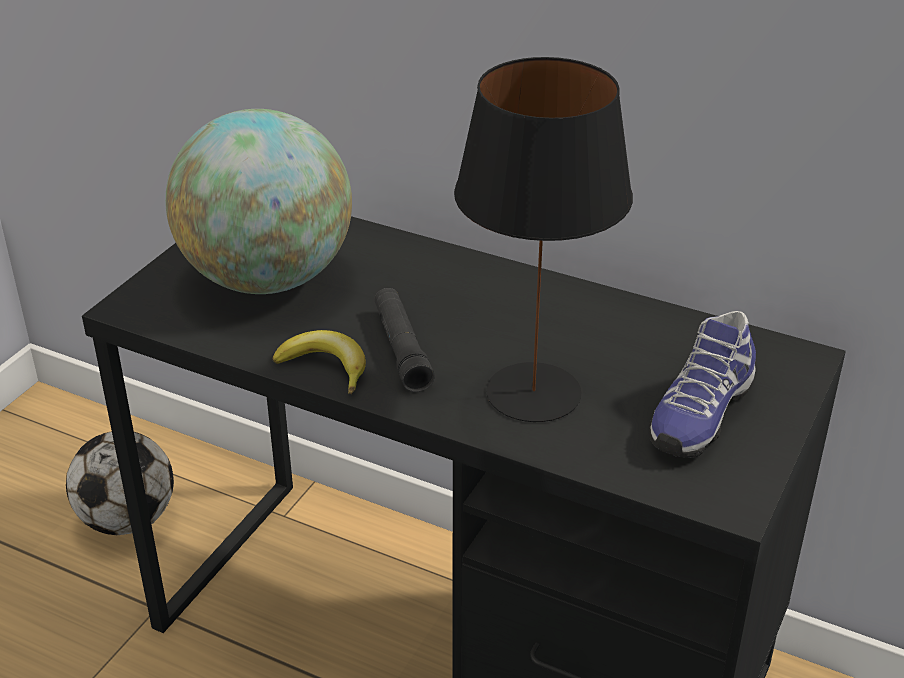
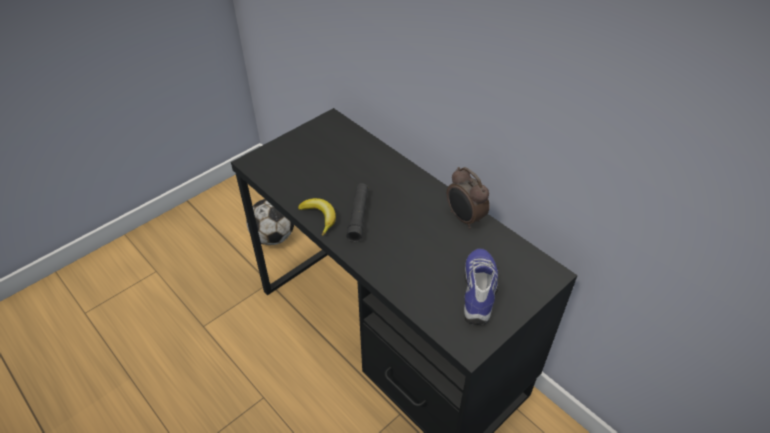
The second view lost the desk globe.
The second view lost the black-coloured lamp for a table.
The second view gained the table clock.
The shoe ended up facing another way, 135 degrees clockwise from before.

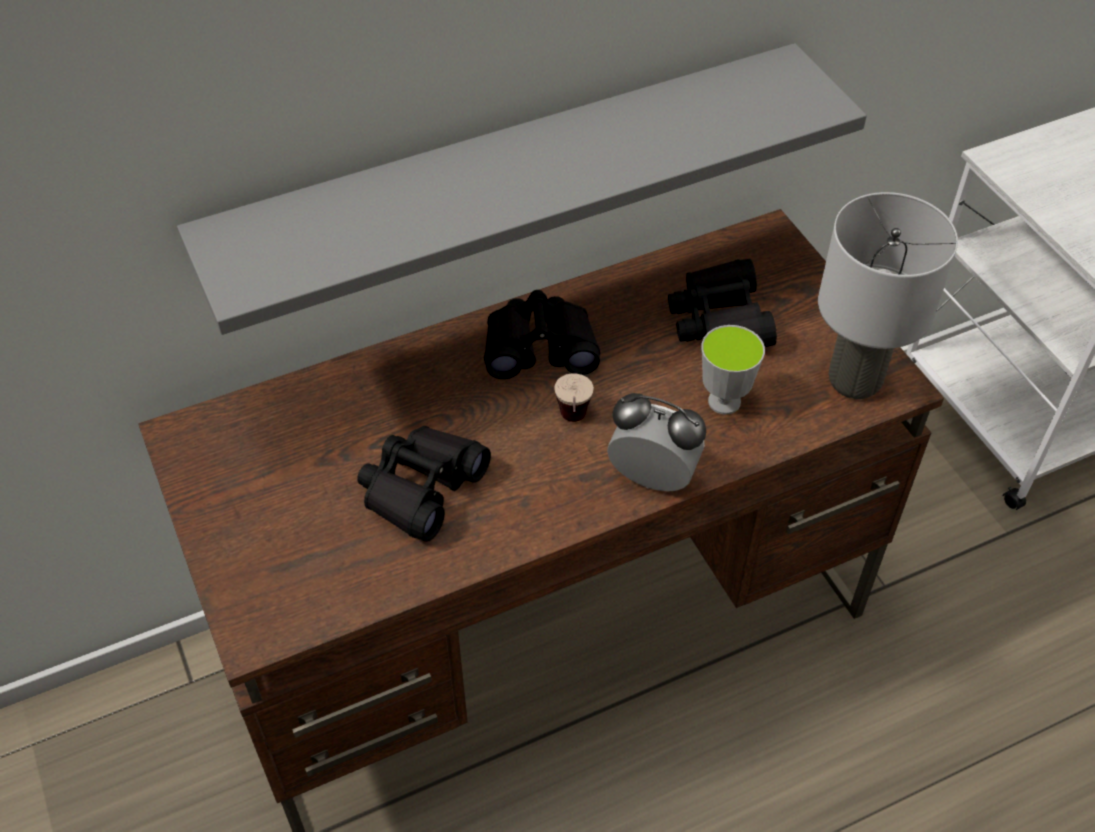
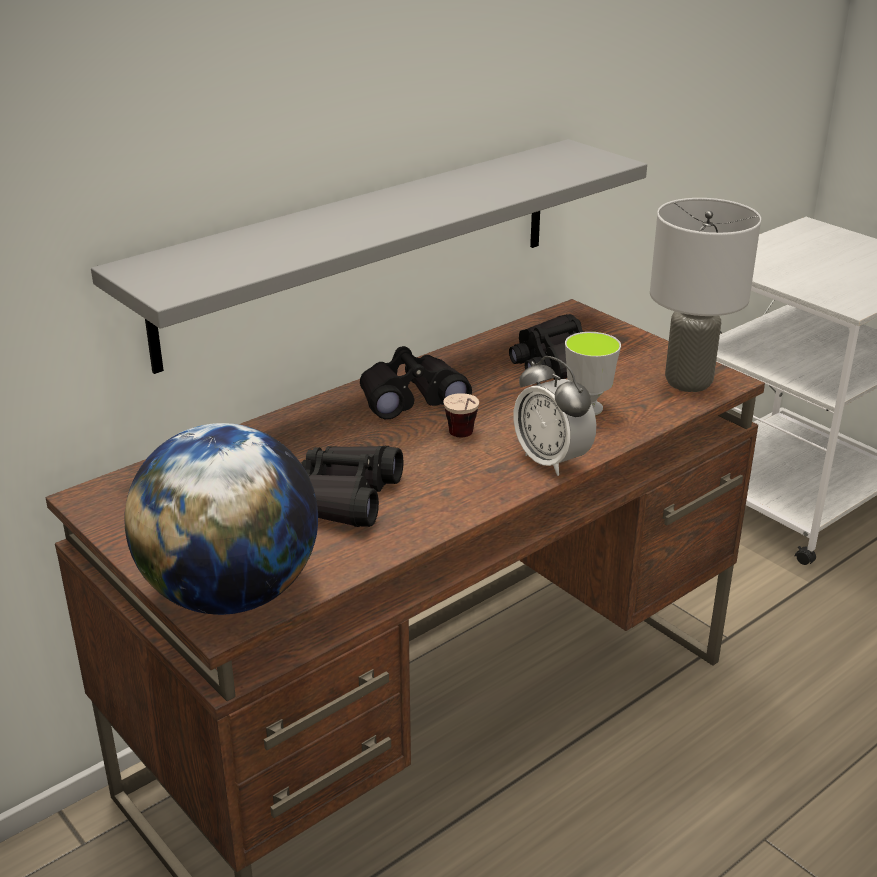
The second view gained the desk globe.
The table clock ended up facing another way, 135 degrees counterclockwise from before.

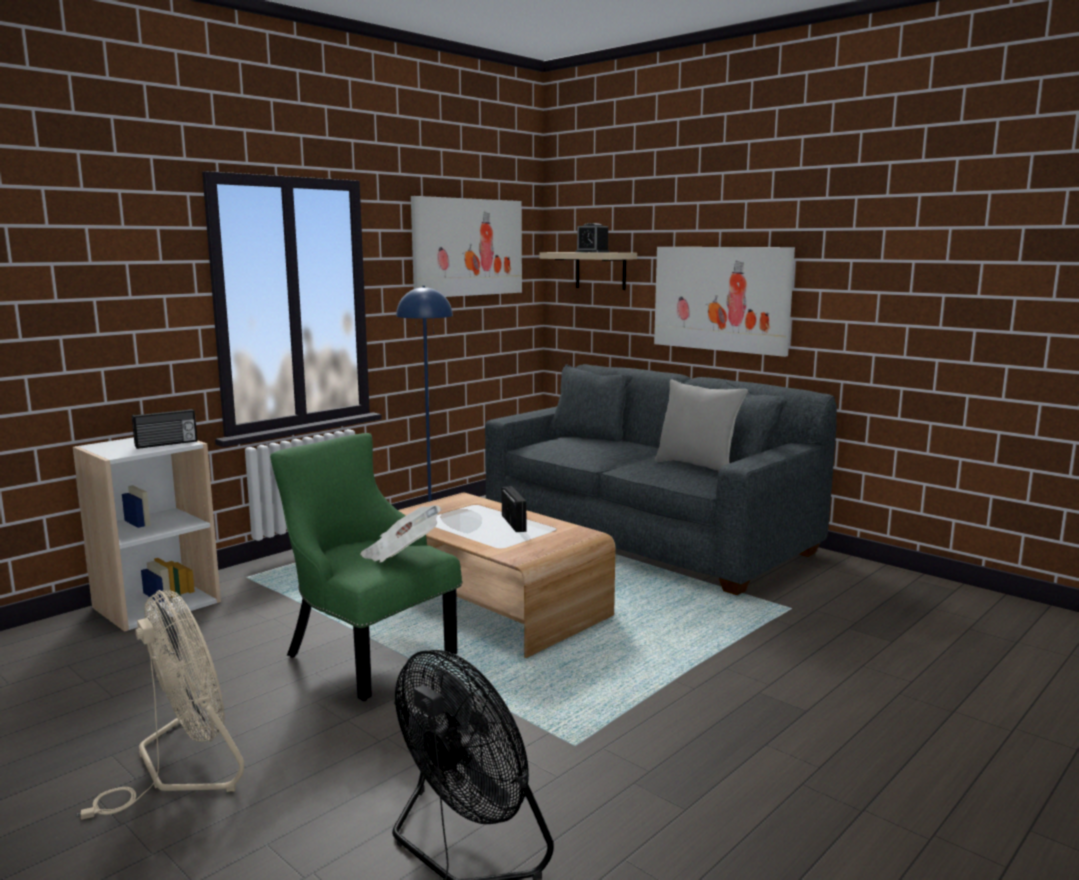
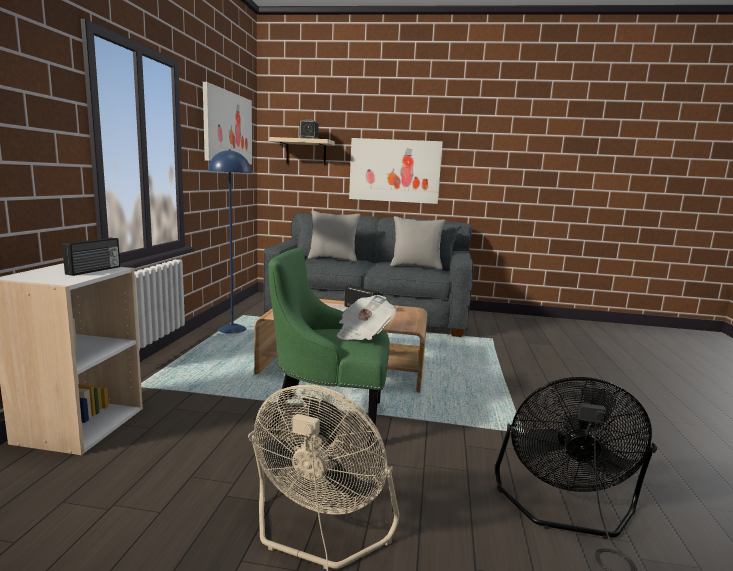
The second view gained the grey cushion (no. 1 from left).

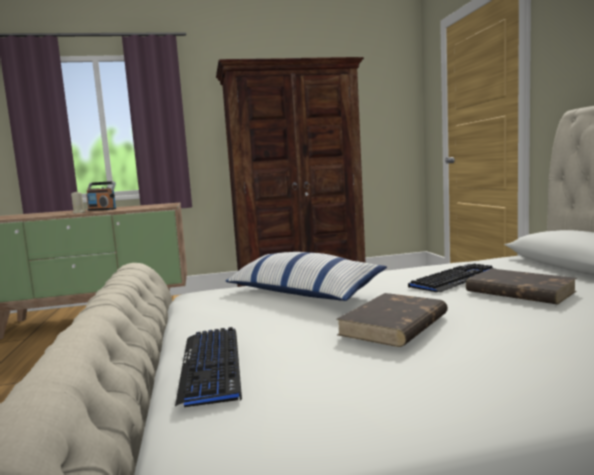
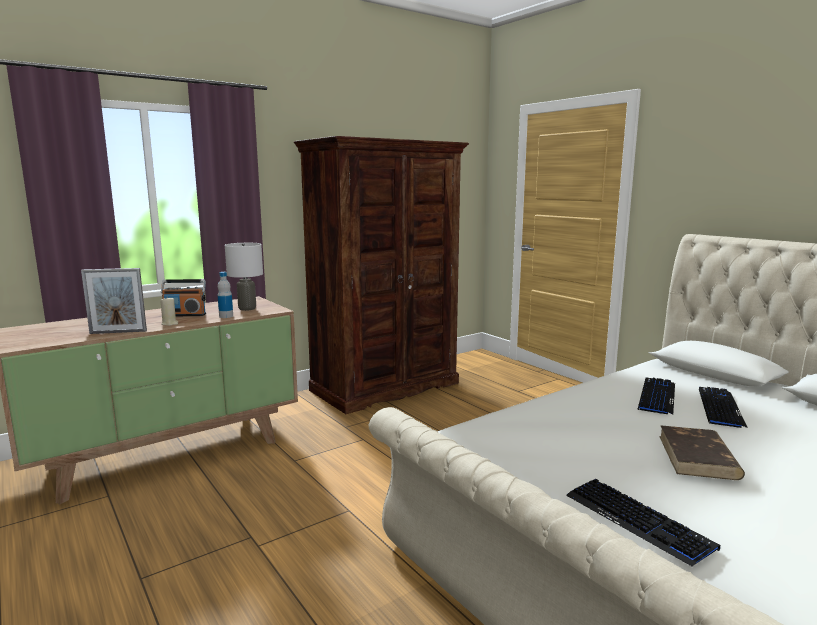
The second view lost the cushion.
The second view gained the picture frame.
The second view gained the bottle.
The second view gained the whitish lamp for a table.
Where the brownish book (no. 2 from left) stood, the PC keyboard (no. 3 from left) came to stand.

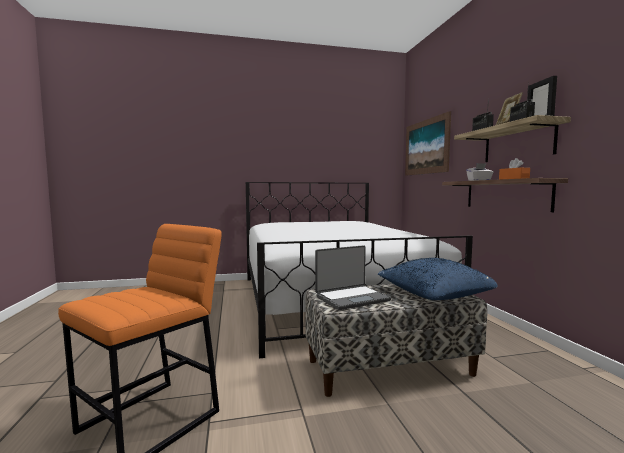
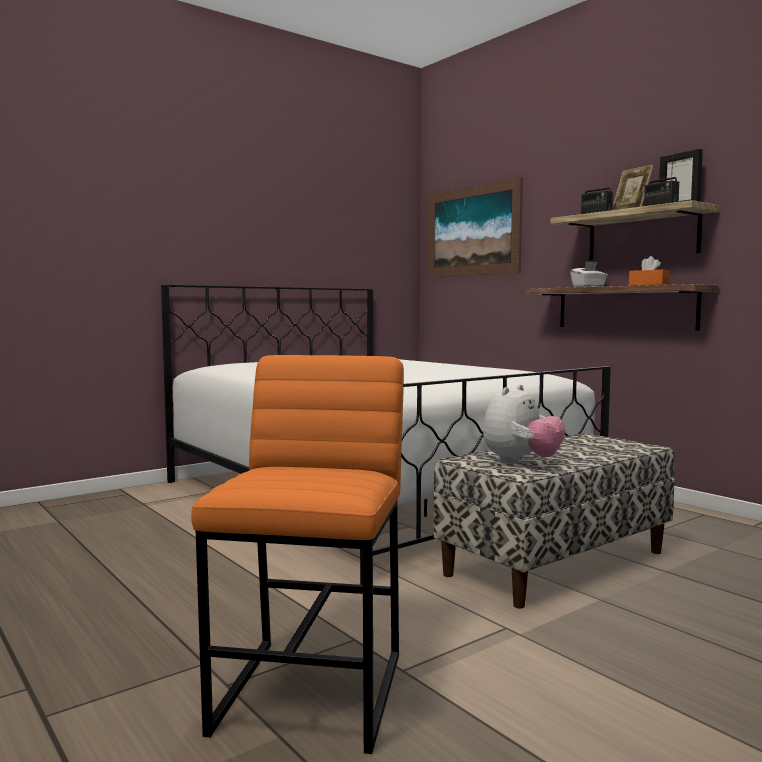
The second view lost the blue-coloured cushion.
Where the portable computer stood, the soft toy came to stand.

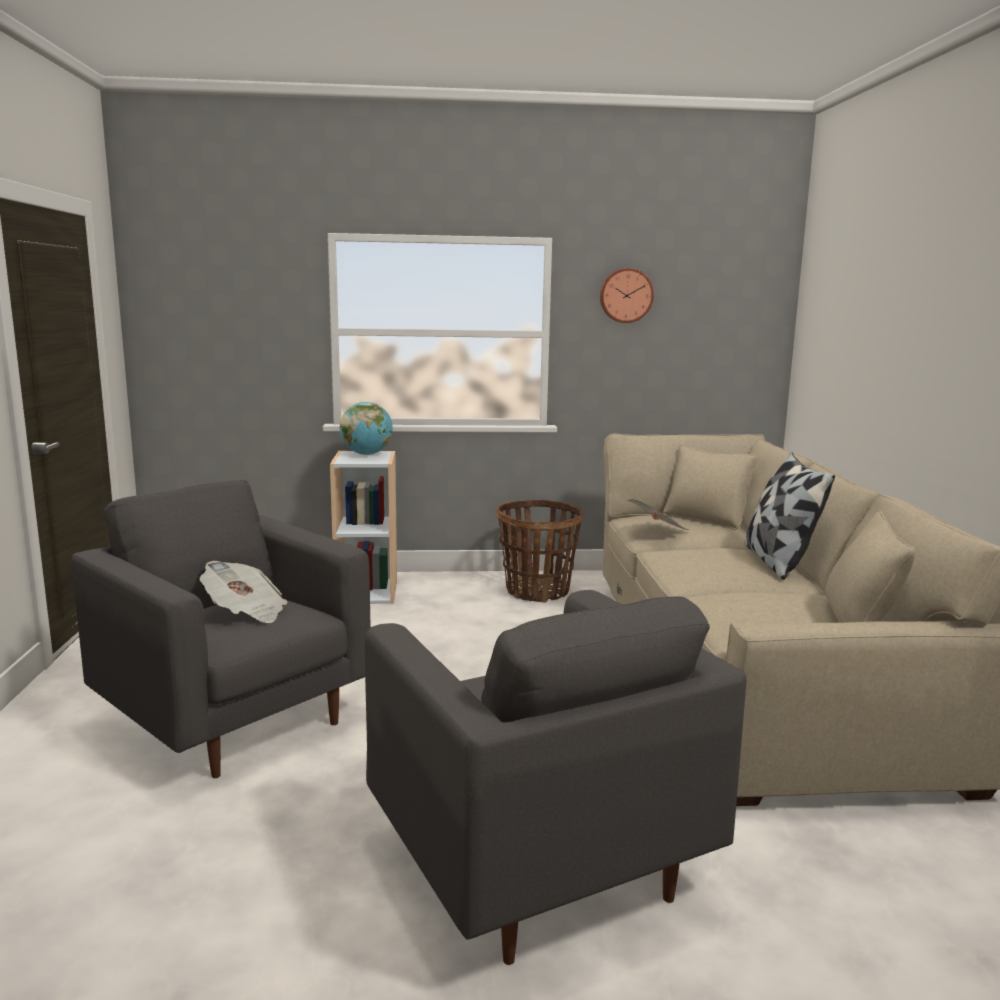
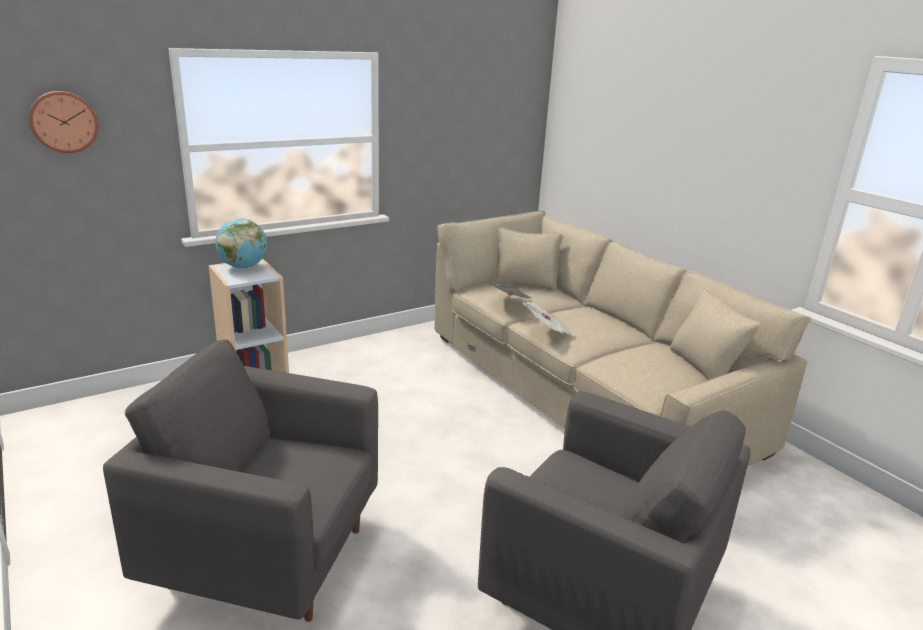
The second view lost the basket.
The second view lost the cushion.
The daily paper (no. 1 from left in the first image) ended up elsewhere.
The wall clock ended up elsewhere.

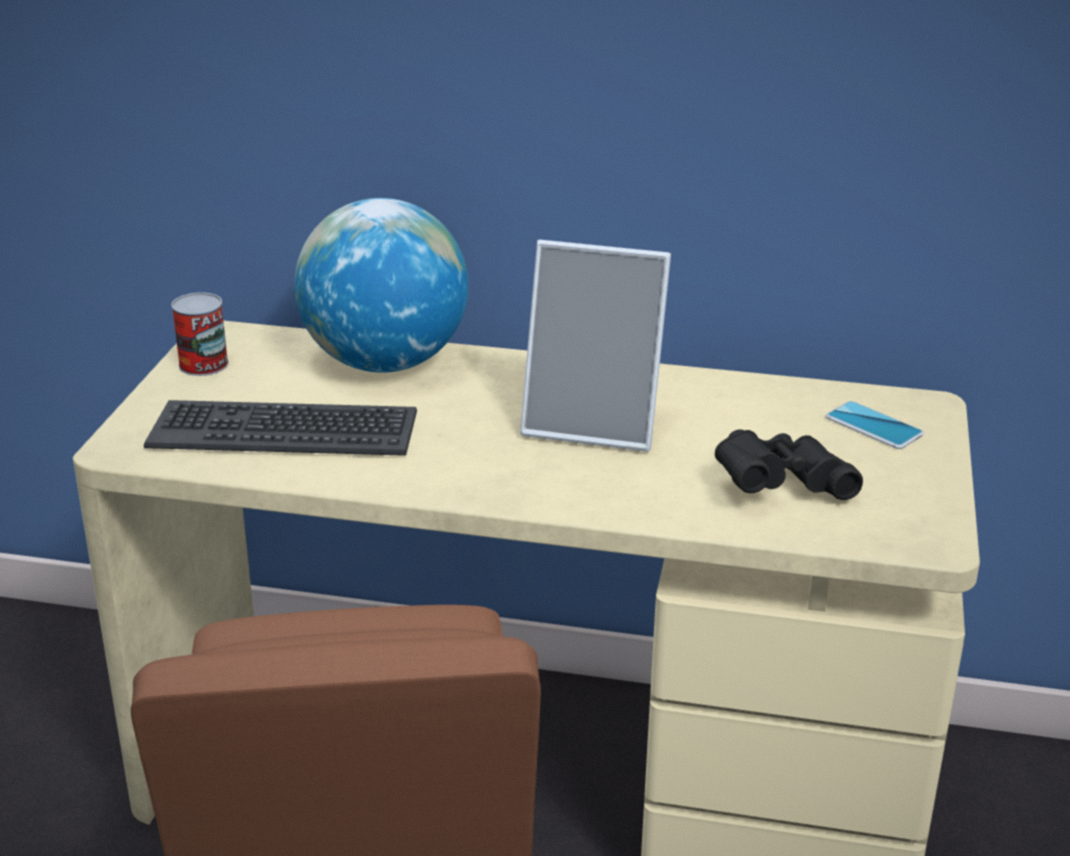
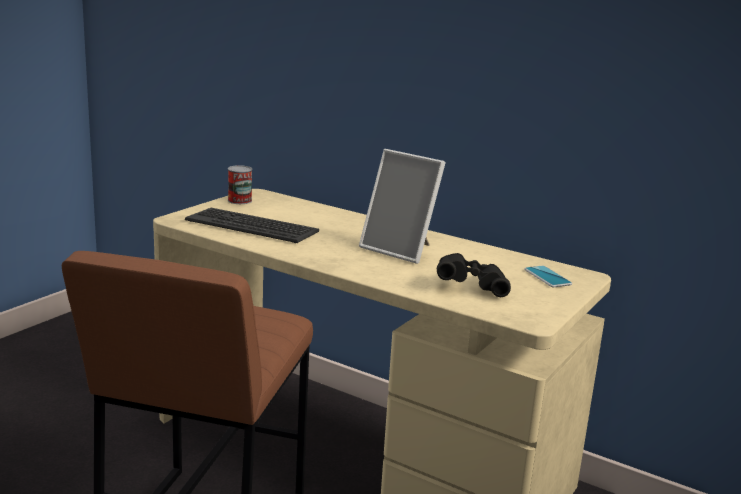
The second view lost the desk globe.

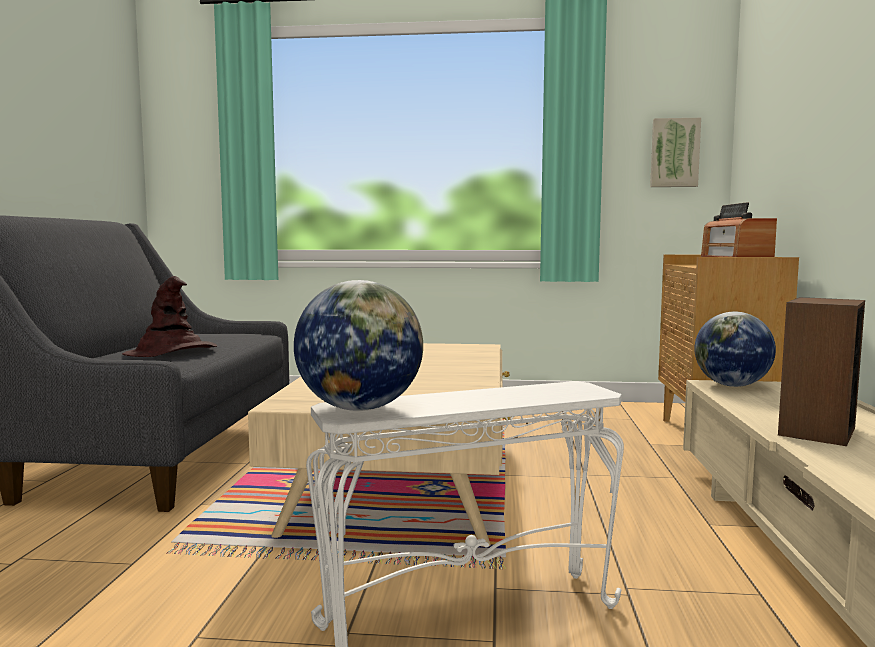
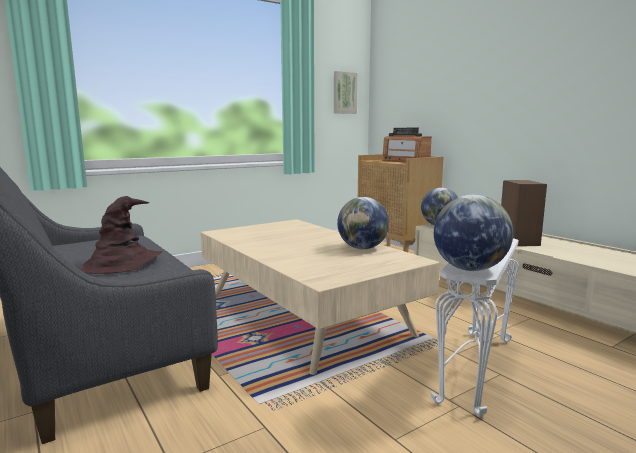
The second view gained the desk globe (no. 1 from left).

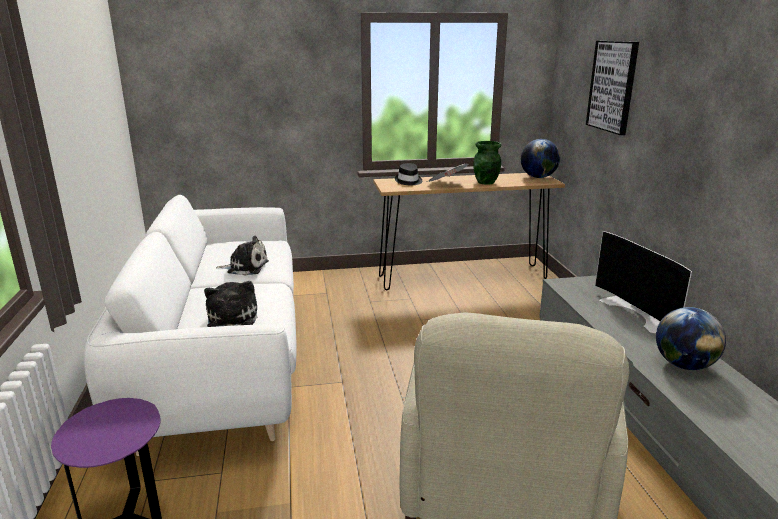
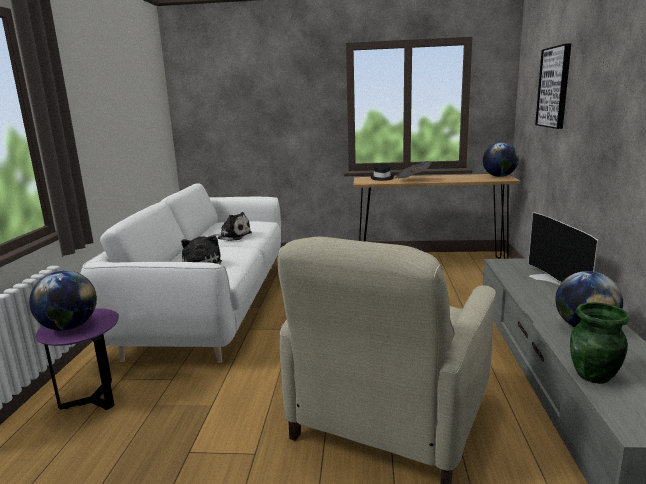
The second view gained the desk globe (no. 1 from left).
The greenish flower vase ended up elsewhere.

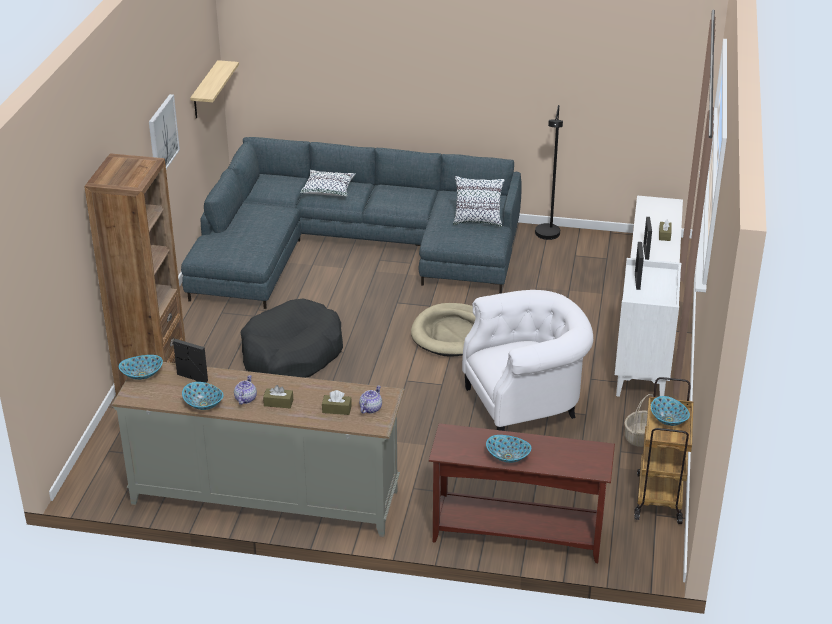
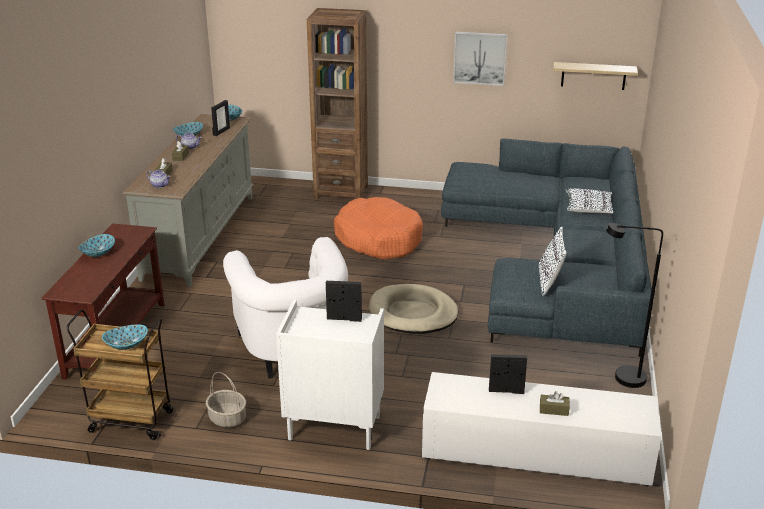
What was the black-coloured pet bed turned into the orangey pet bed.

